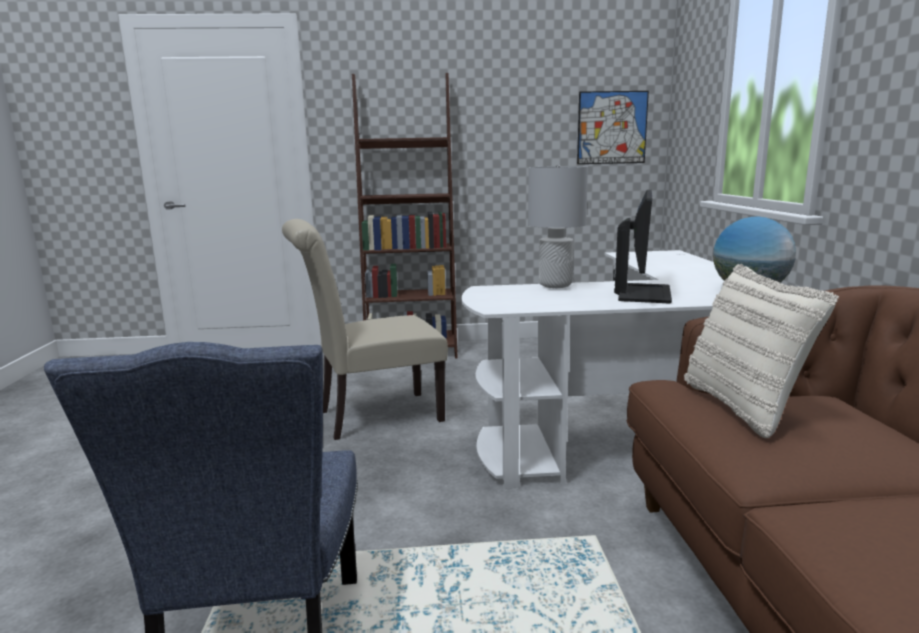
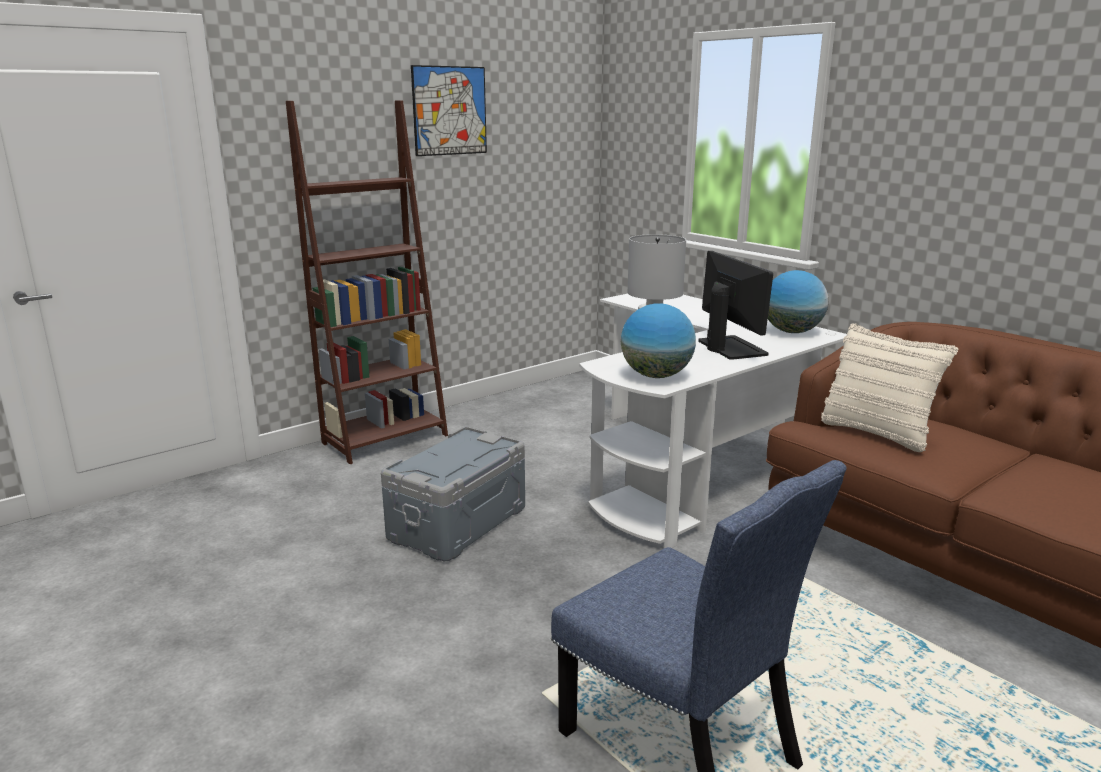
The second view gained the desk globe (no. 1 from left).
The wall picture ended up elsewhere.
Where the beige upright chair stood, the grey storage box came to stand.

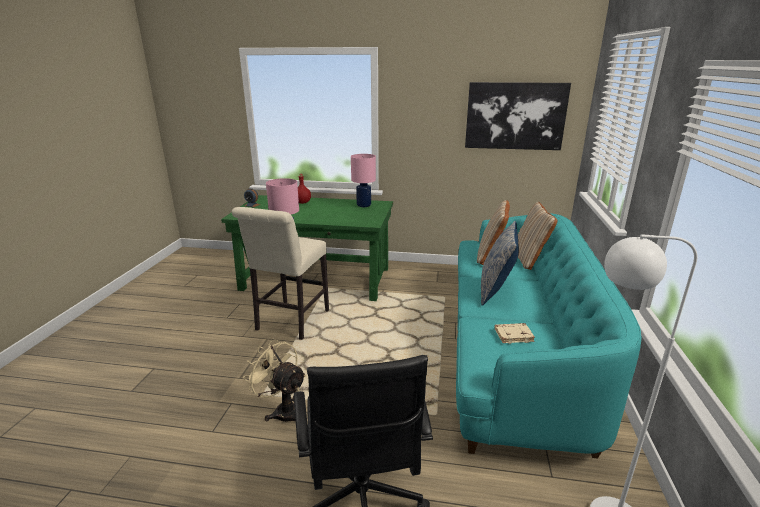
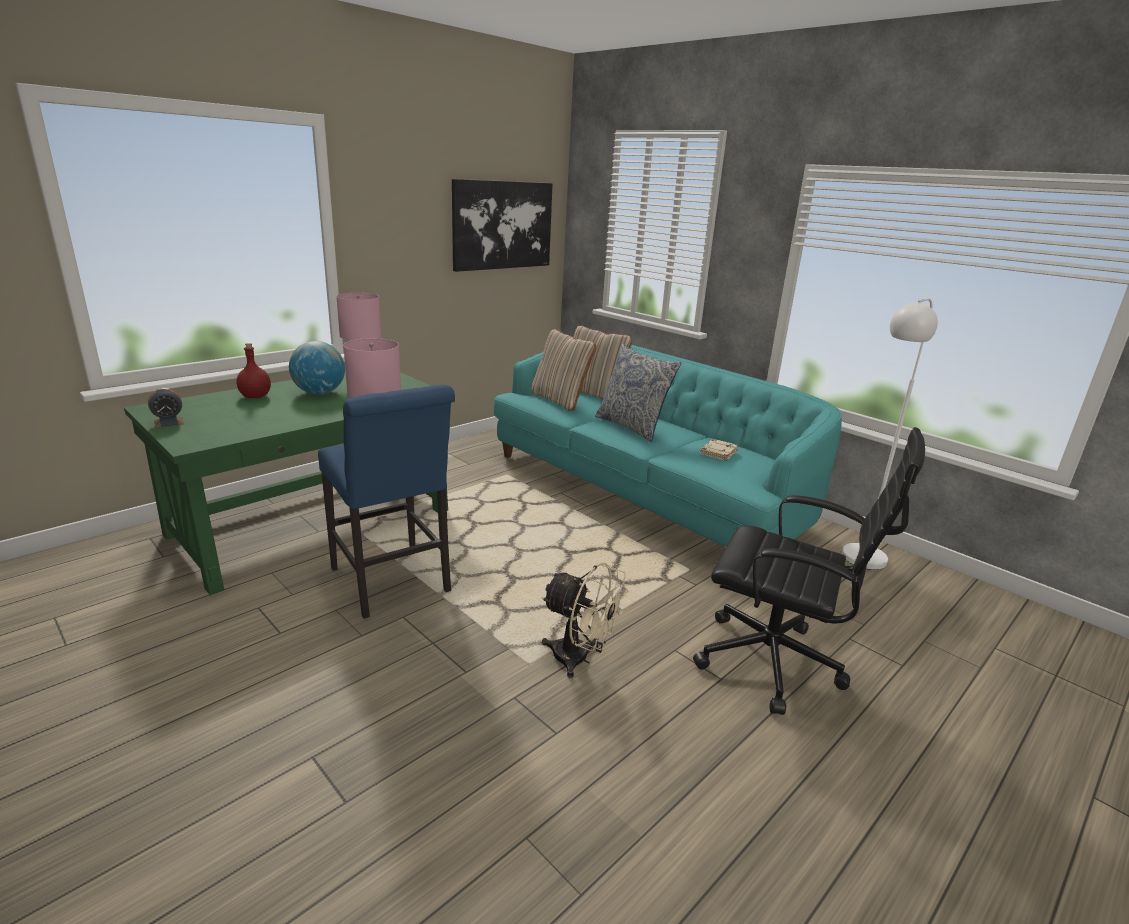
The second view gained the desk globe.
What was the beige stool seat turned into the blue-coloured stool seat.
The beige cooling fan ended up facing another way, 135 degrees counterclockwise from before.

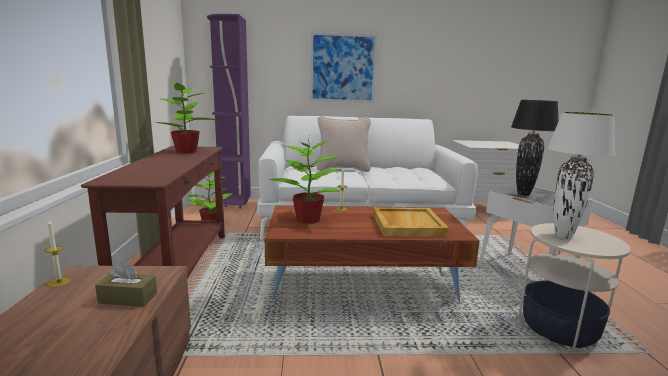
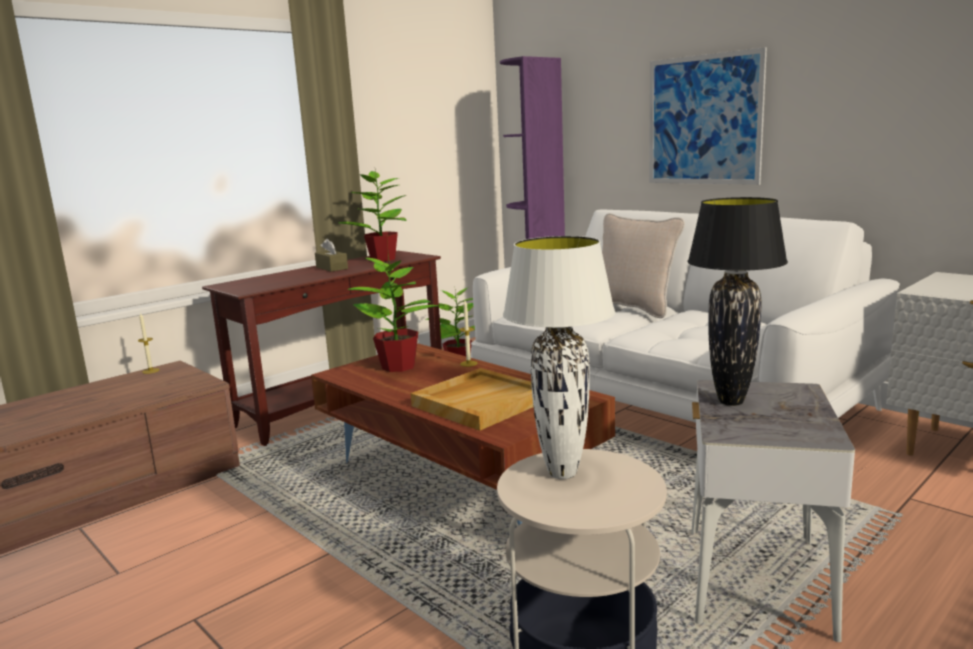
The brownish tissue box ended up elsewhere.

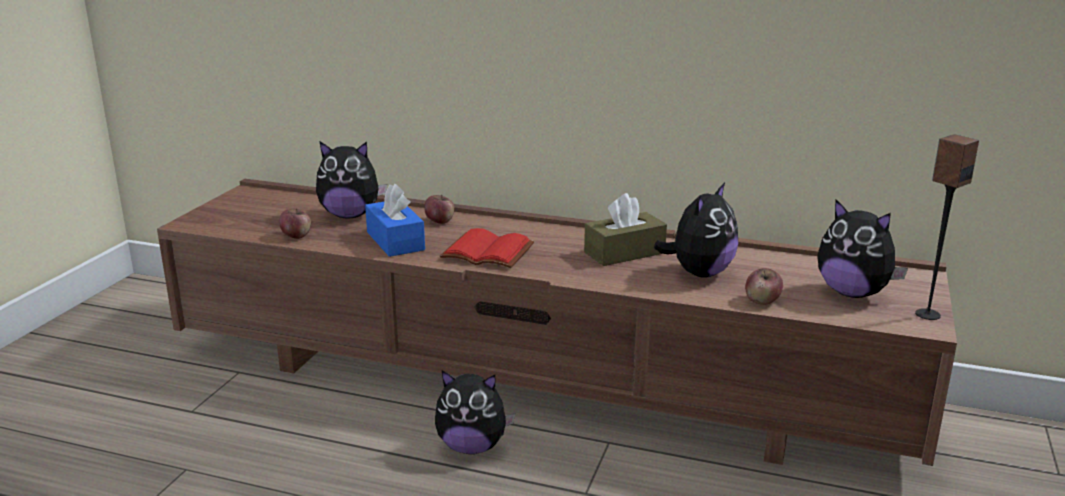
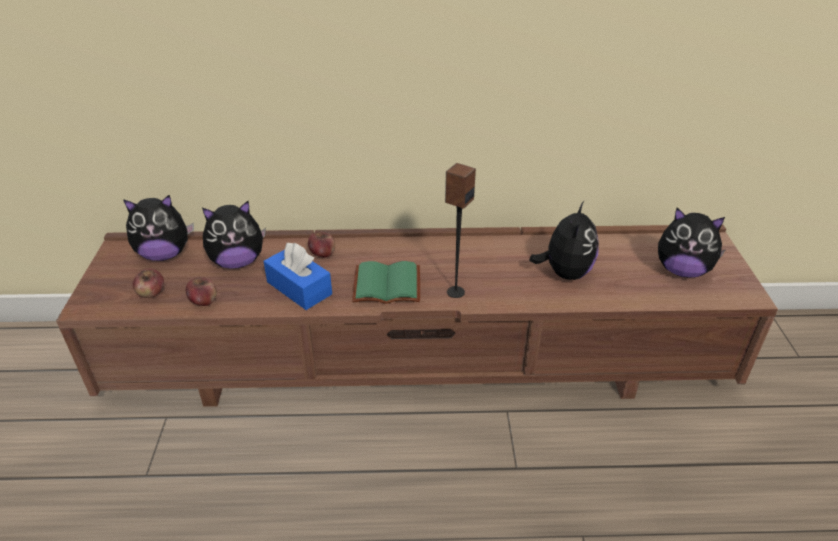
The second view lost the brownish tissue box.
The soft toy (no. 2 from left in the first image) ended up elsewhere.
The apple fruit (no. 3 from left in the first image) ended up elsewhere.
The loudspeaker ended up elsewhere.
What was the red-coloured book turned into the greenish book.

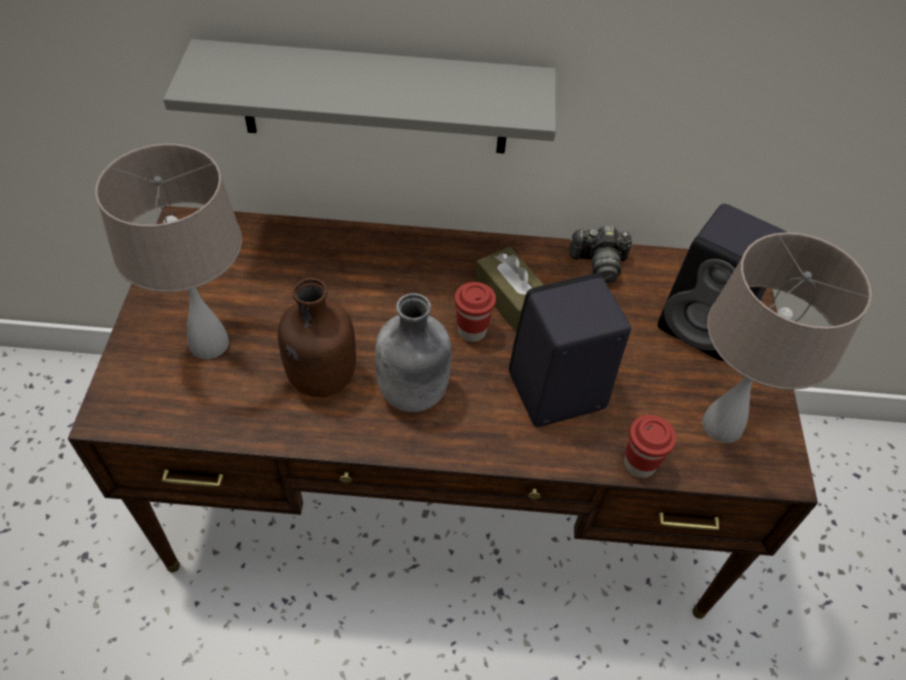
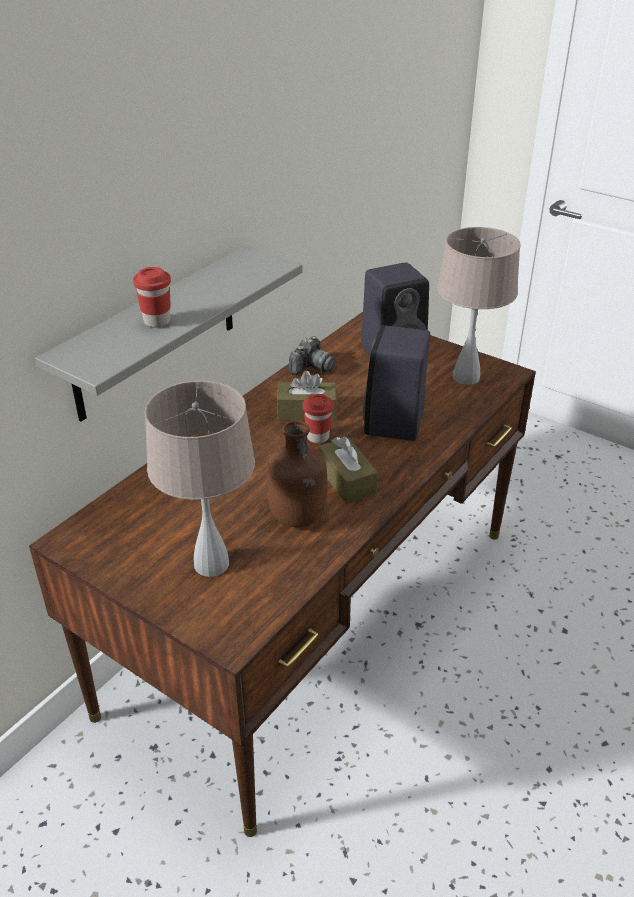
The red-coloured small cup (no. 2 from left in the first image) ended up elsewhere.
Where the grey bottle stood, the brownish tissue box (no. 2 from left) came to stand.

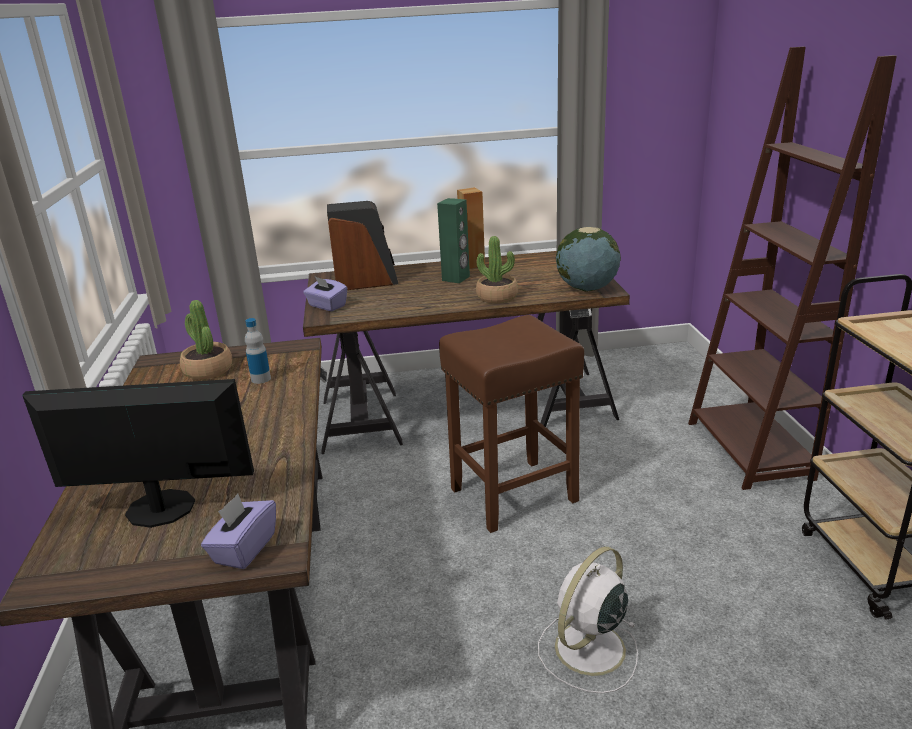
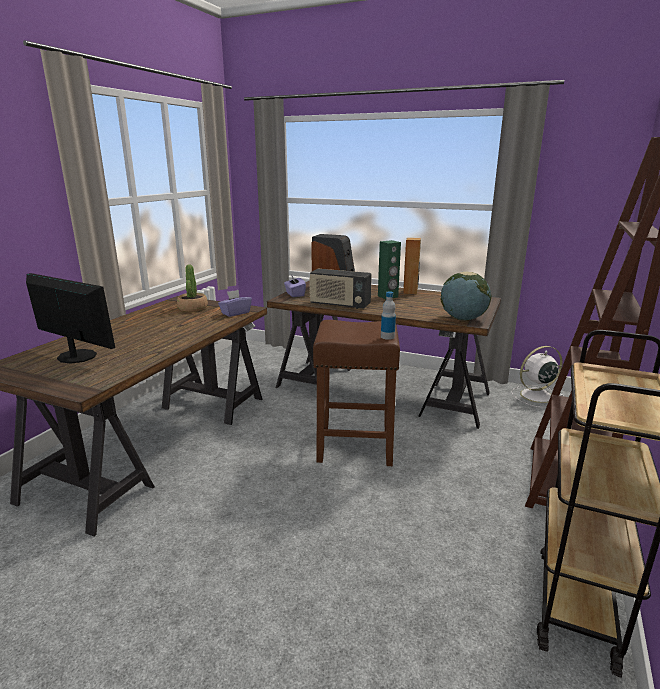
The second view lost the plant in a pot (no. 2 from left).
The second view gained the radio.
The purplish tissue box (no. 1 from left) ended up elsewhere.
The bottle ended up elsewhere.
The whitish cooling fan ended up elsewhere.

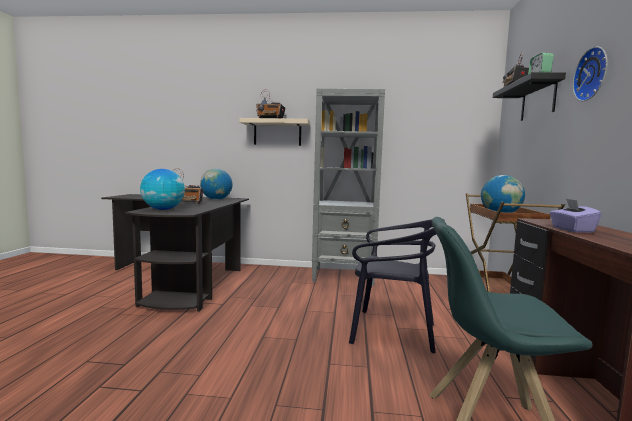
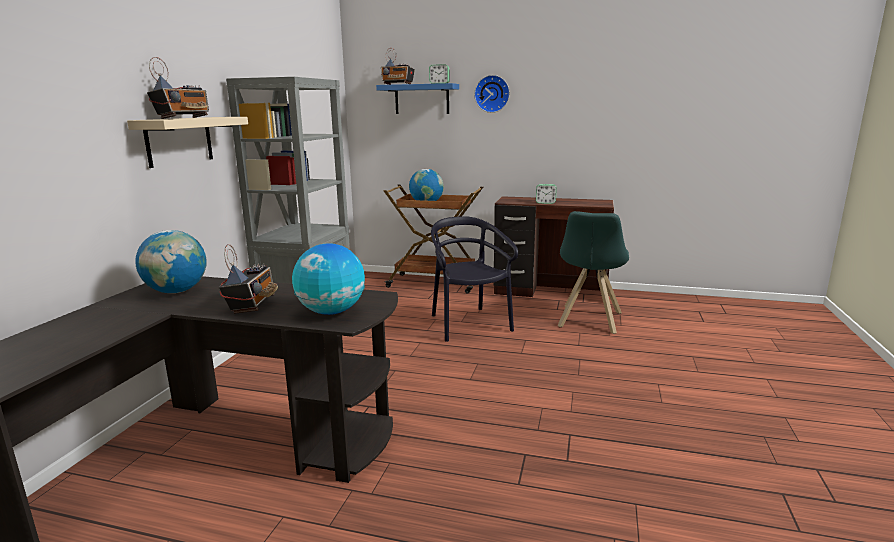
Where the purplish tissue box stood, the table clock (no. 2 from left) came to stand.
What was the black-coloured wall shelf turned into the blue-coloured wall shelf.
The black-coloured upright chair ended up facing another way, 45 degrees counterclockwise from before.

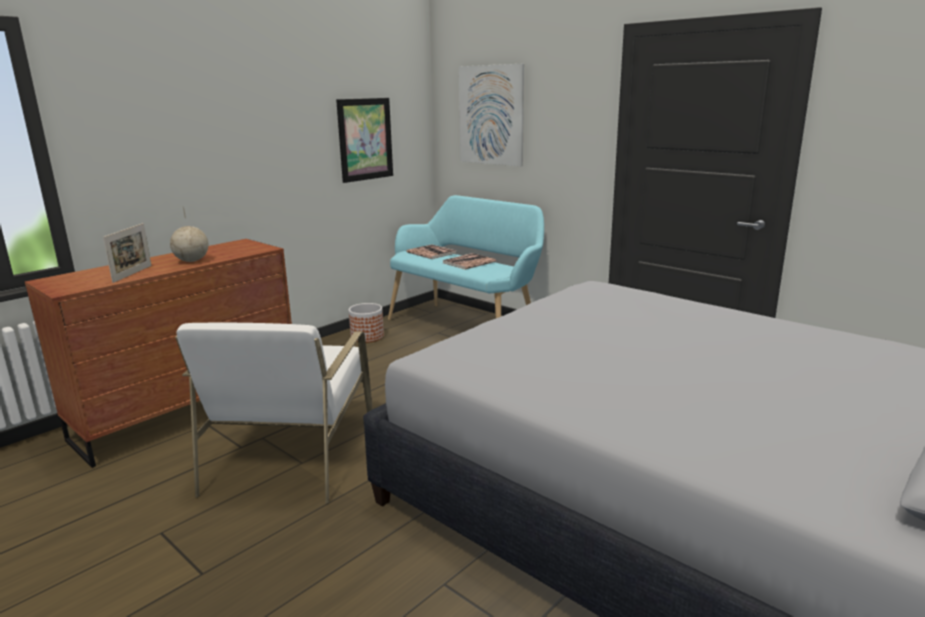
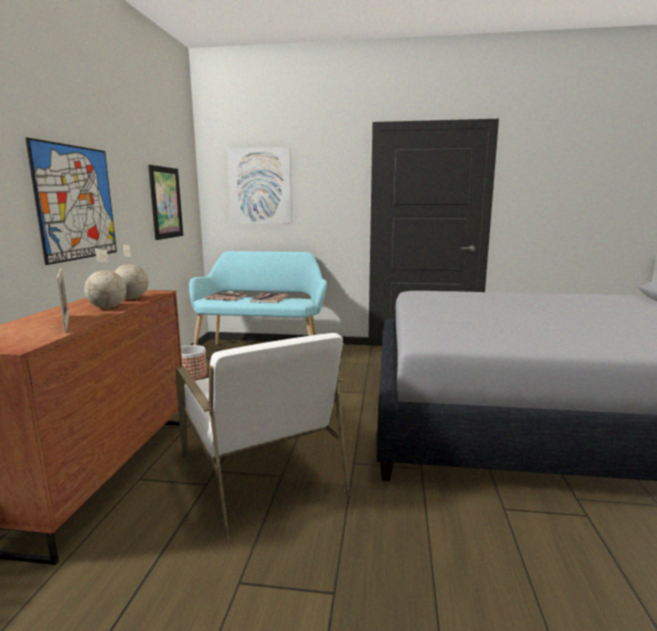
The second view gained the wall picture (no. 1 from left).
The second view gained the desk globe (no. 2 from left).

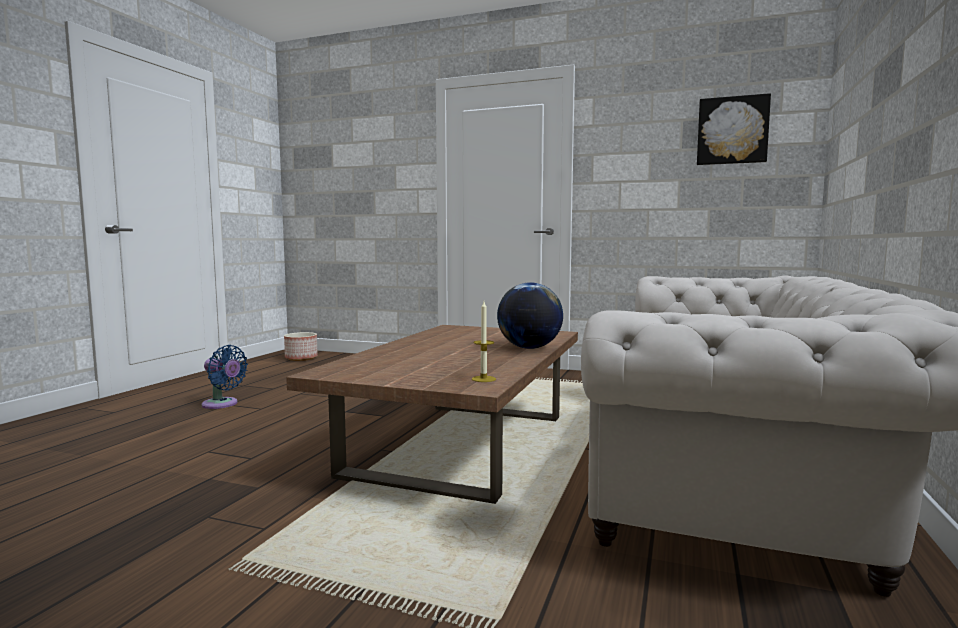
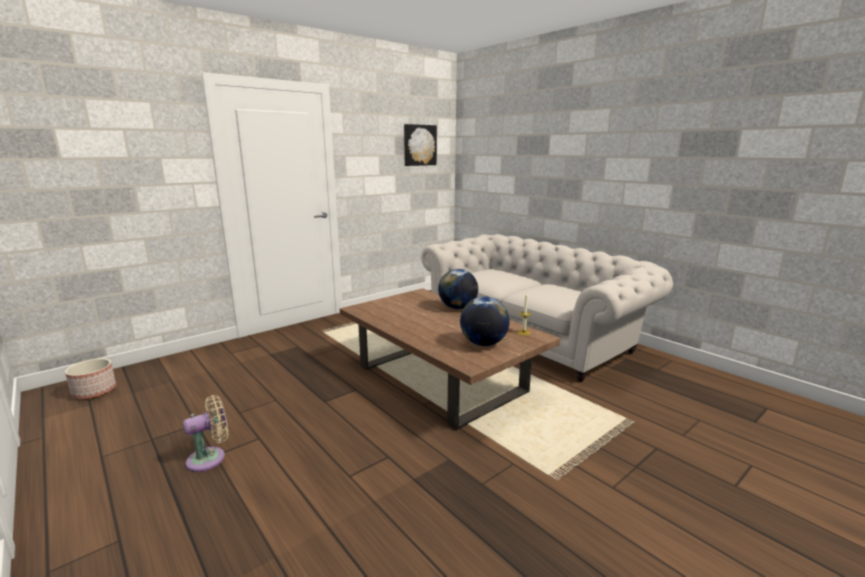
The second view gained the desk globe (no. 2 from left).
What was the blue-coloured cooling fan turned into the beige cooling fan.

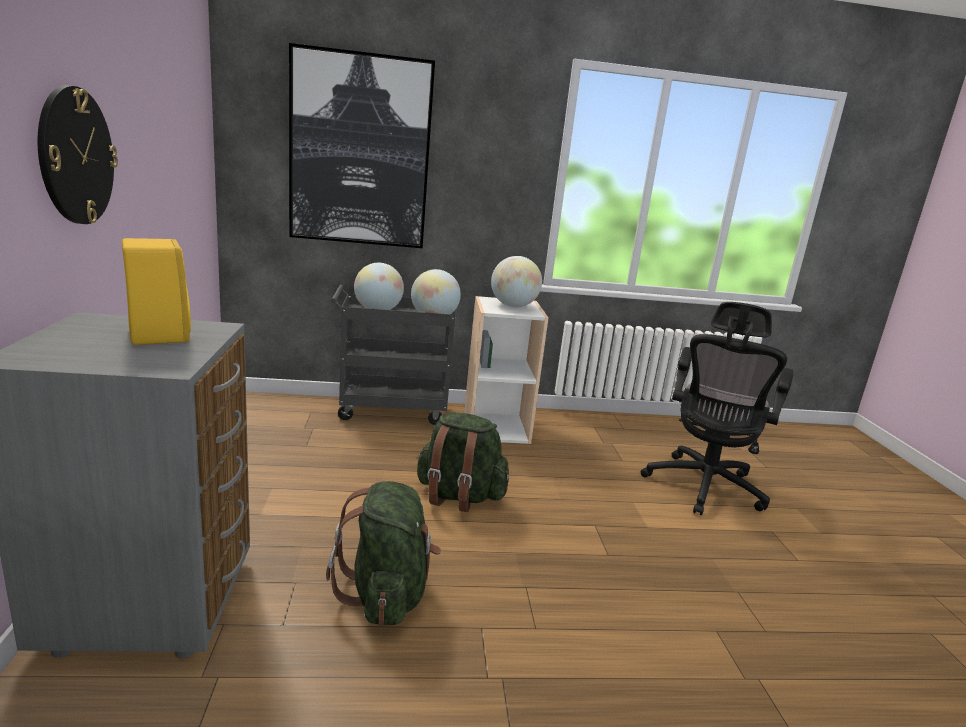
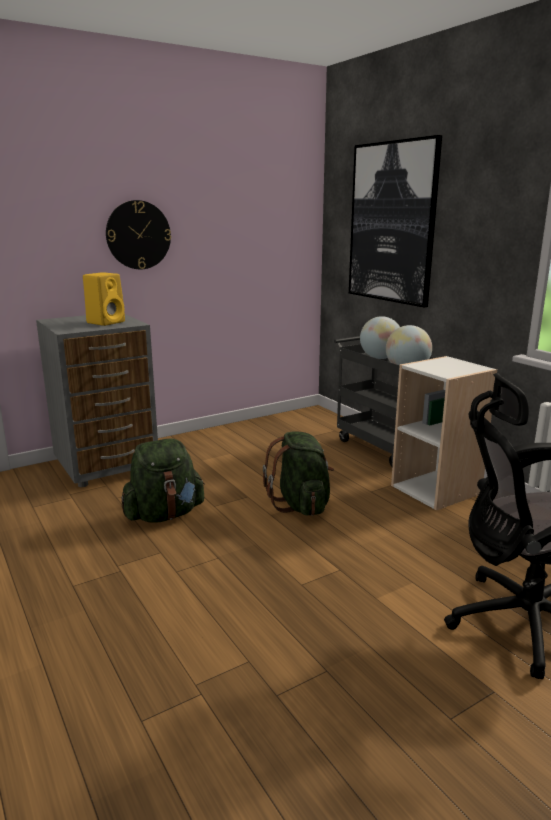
The second view lost the desk globe (no. 3 from left).

